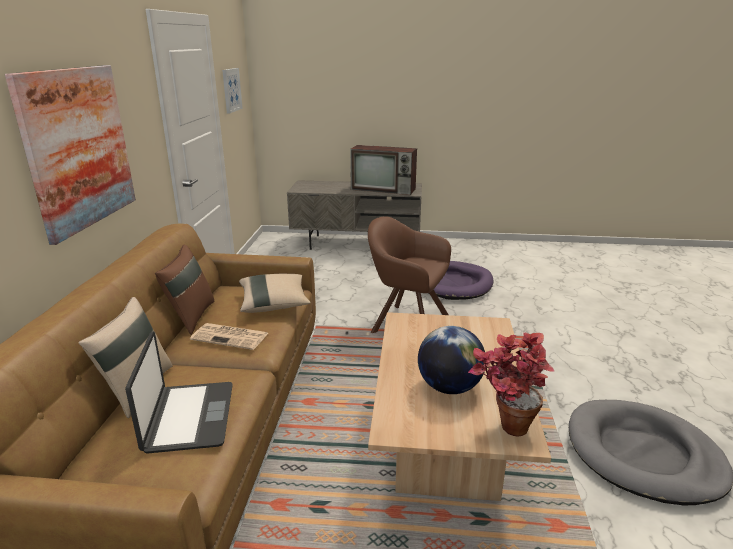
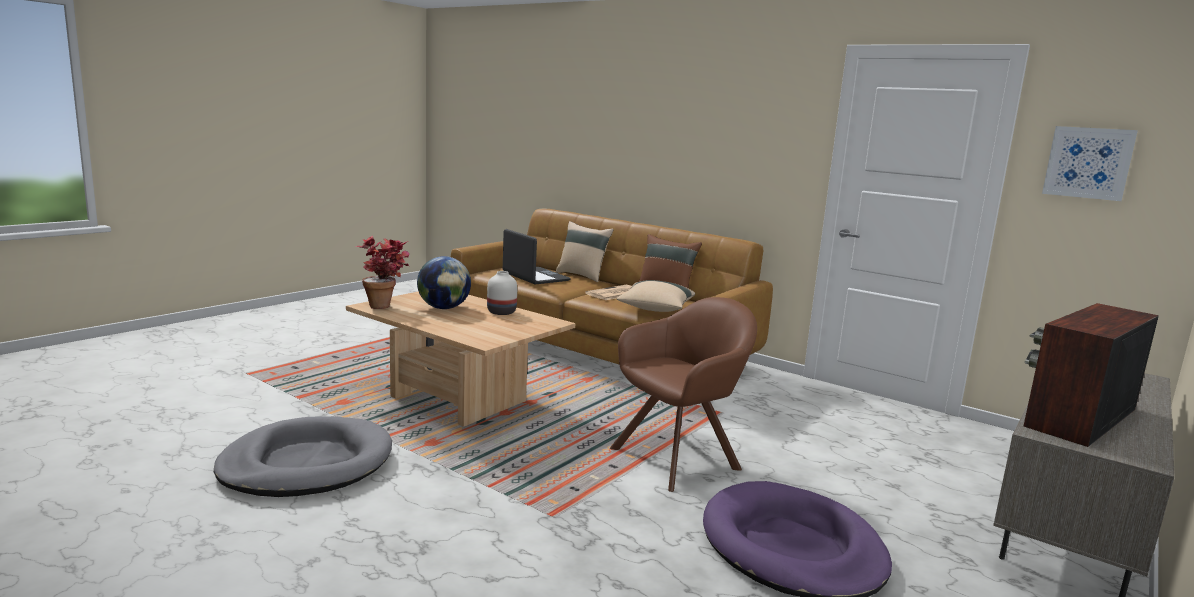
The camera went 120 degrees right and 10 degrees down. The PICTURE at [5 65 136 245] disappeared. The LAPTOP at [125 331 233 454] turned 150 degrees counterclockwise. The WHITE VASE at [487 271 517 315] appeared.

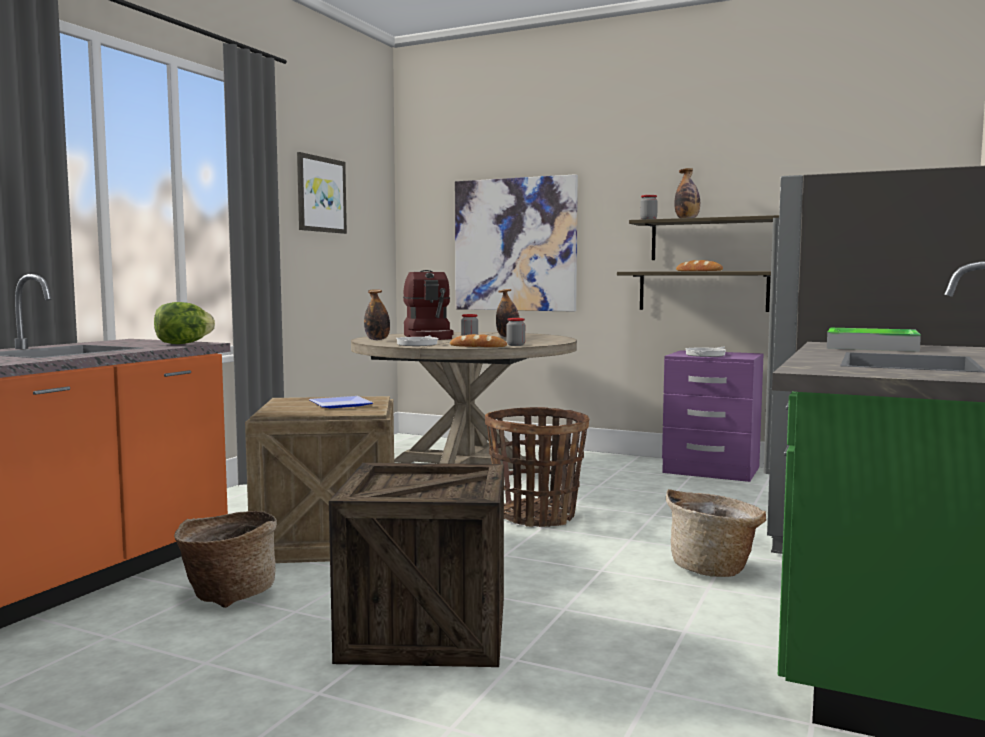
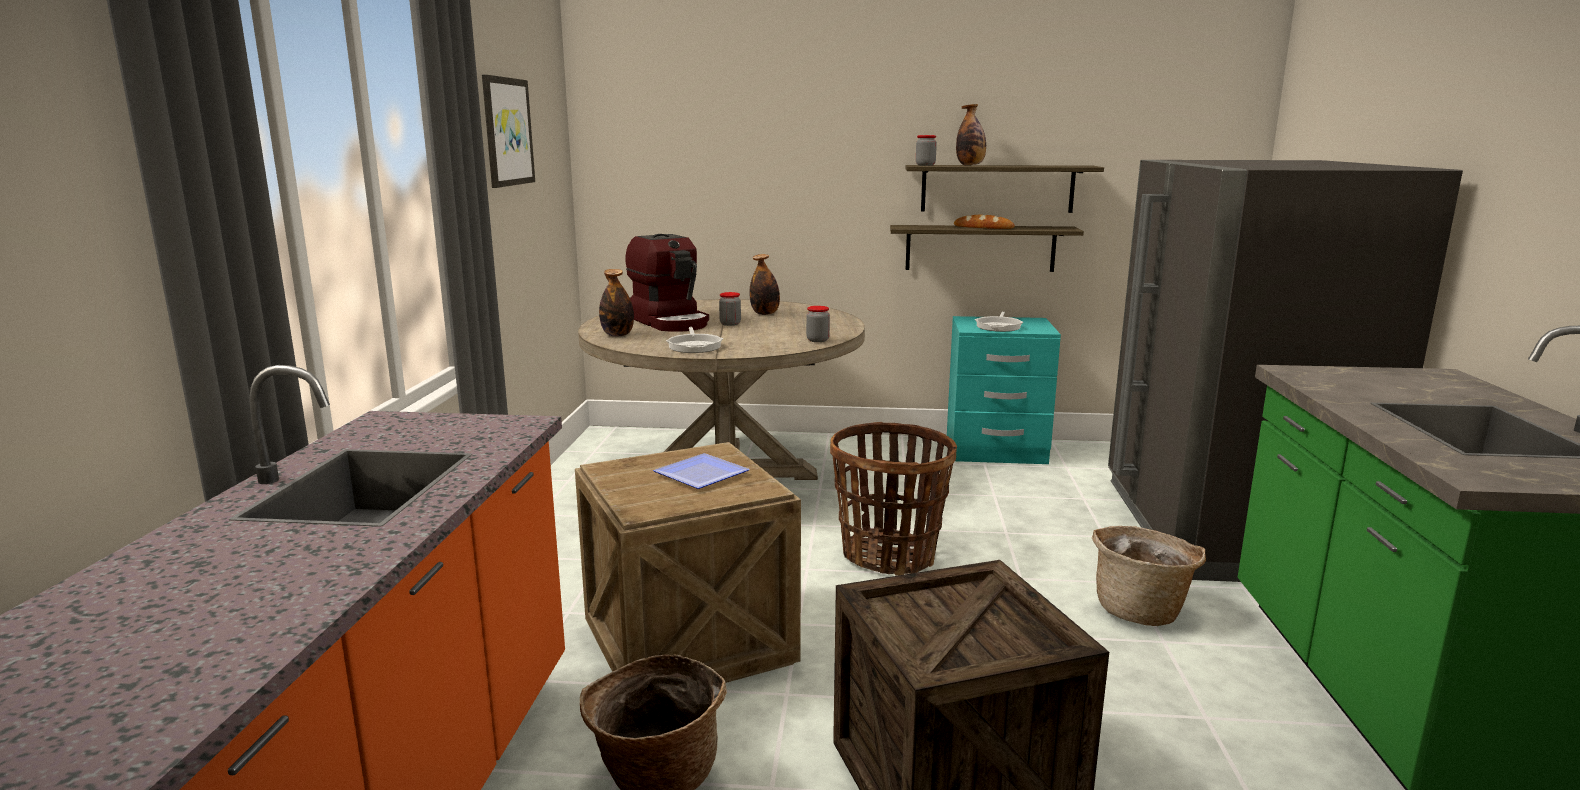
The camera went 20 degrees left and 10 degrees up. The LETTUCE at [154 302 215 344] disappeared. The BREAD at [450 334 507 347] disappeared. The PICTURE at [455 174 578 312] disappeared. The PURPLE NIGHTSTAND at [662 350 764 482] became the TURQUOISE NIGHTSTAND at [947 316 1061 464]. The TRAY at [827 328 921 352] disappeared.

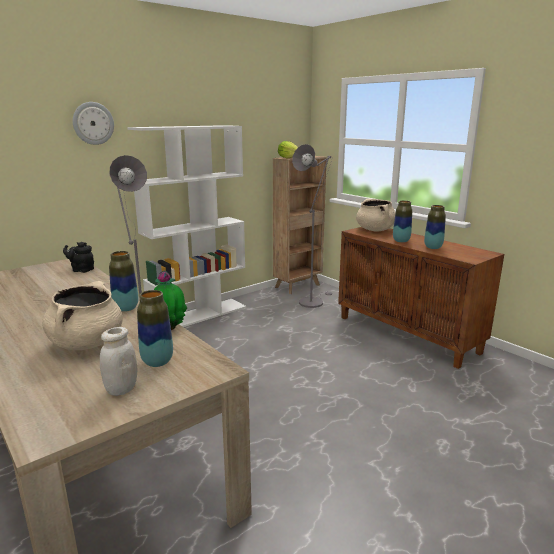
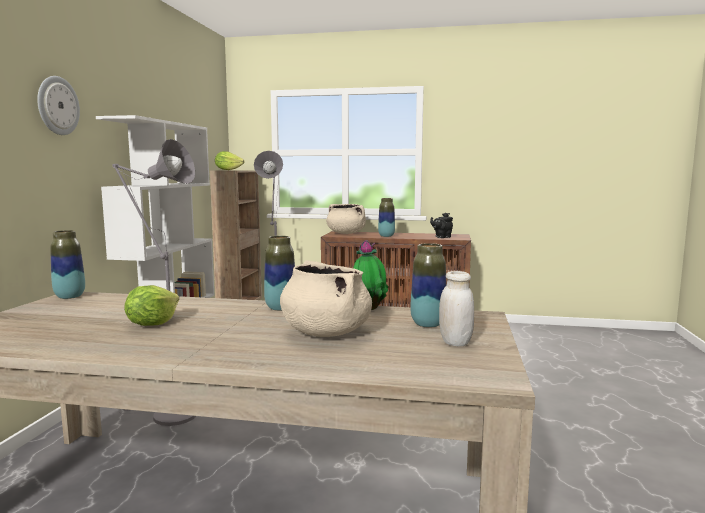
The camera went 40 degrees left and 10 degrees down. The BLACK TEAPOT moved from [63 242 94 273] to [430 213 453 238]. The VASE moved from [424 205 446 249] to [50 230 85 299]. The LETTUCE at [124 285 179 326] appeared.

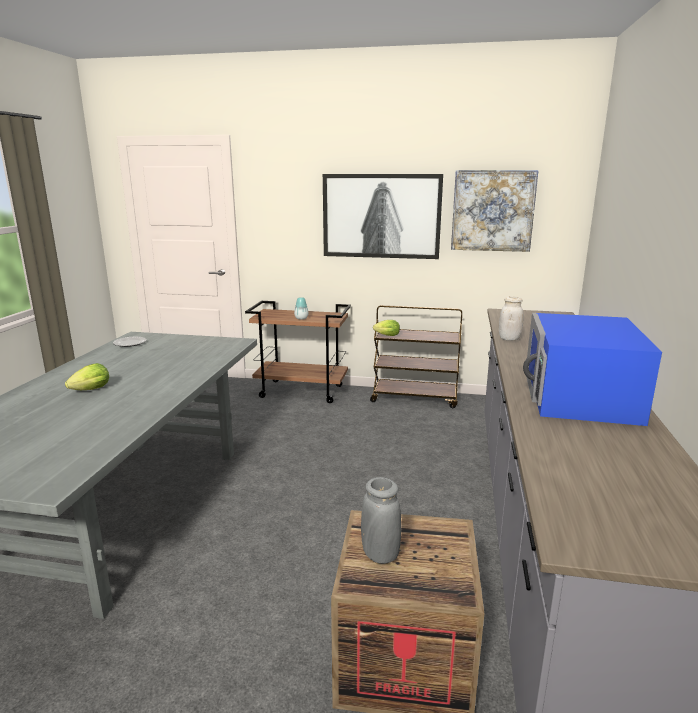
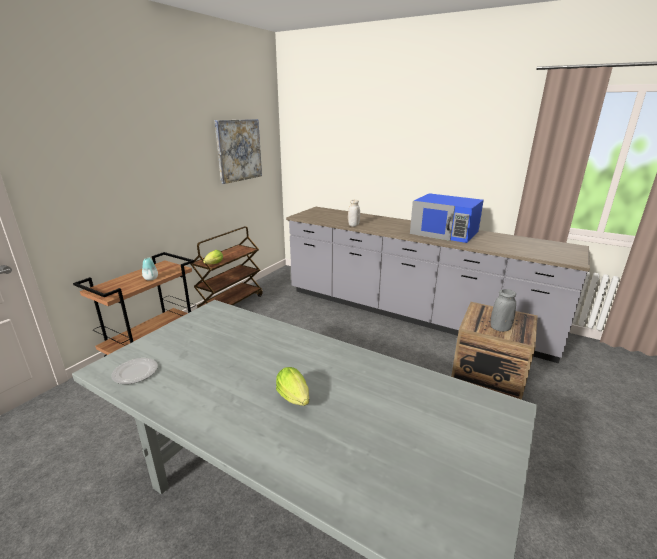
The camera went 70 degrees left and 5 degrees up. The PICTURE at [323 174 443 259] disappeared.

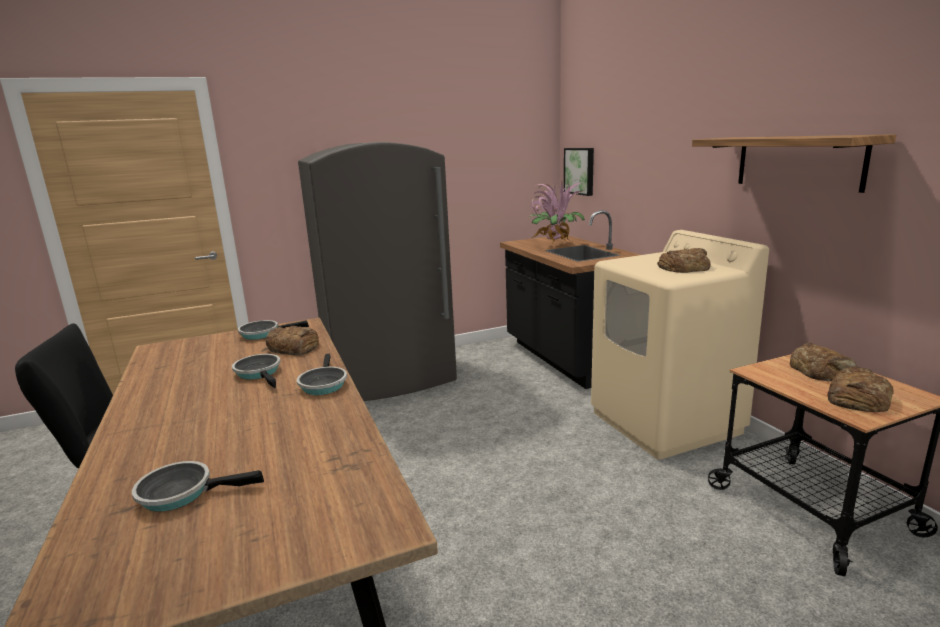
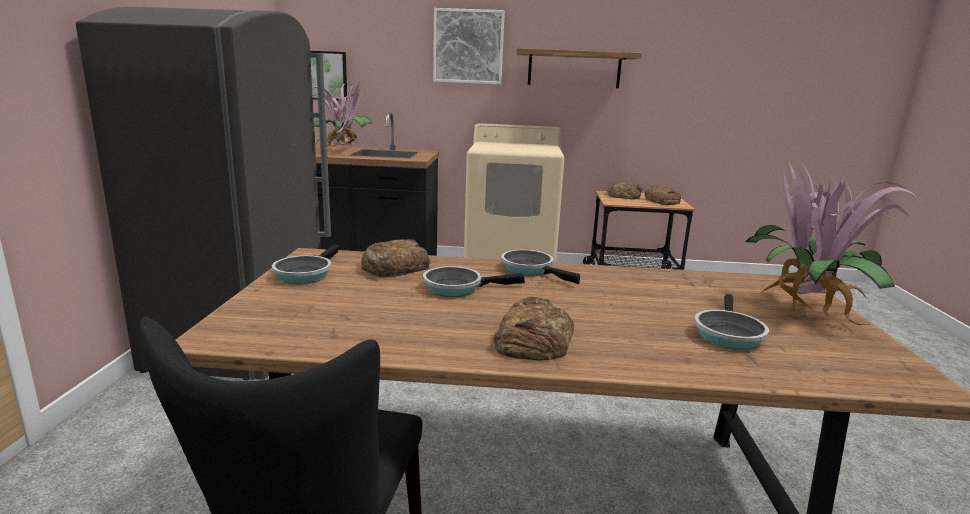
The camera went 65 degrees left and 0 degrees up. The FRYING PAN at [297 354 347 395] turned 150 degrees counterclockwise. The BREAD moved from [657 248 711 273] to [494 297 574 360]. The PICTURE at [433 8 505 84] appeared. The POTTED PLANT at [745 161 919 334] appeared.

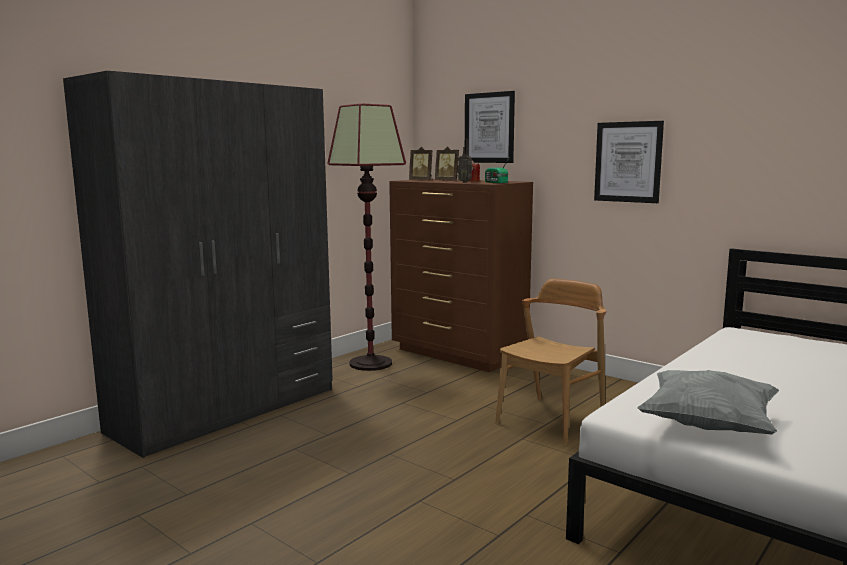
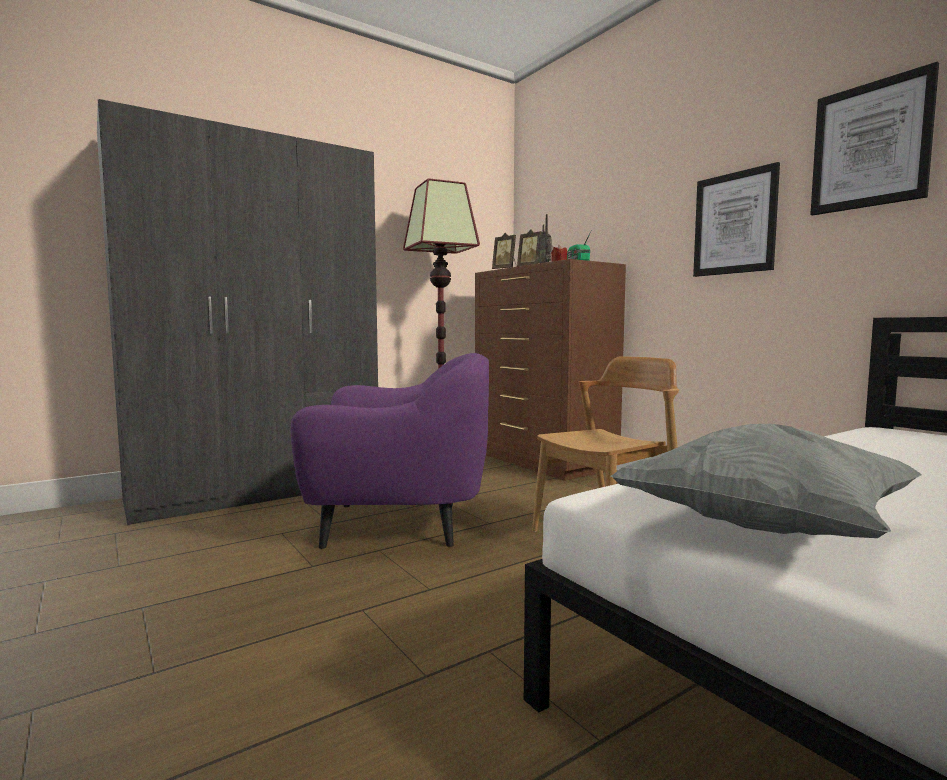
The camera went 15 degrees right and 5 degrees down. The PICTURE moved from [465 91 515 163] to [810 62 939 216]. The PURPLE ARMCHAIR at [291 353 489 549] appeared.

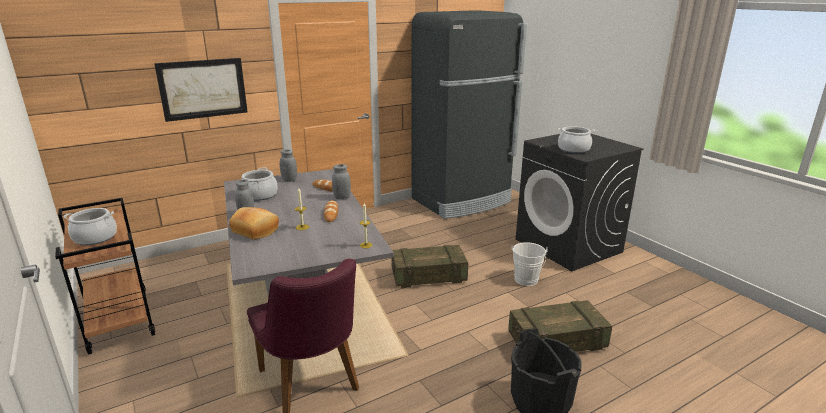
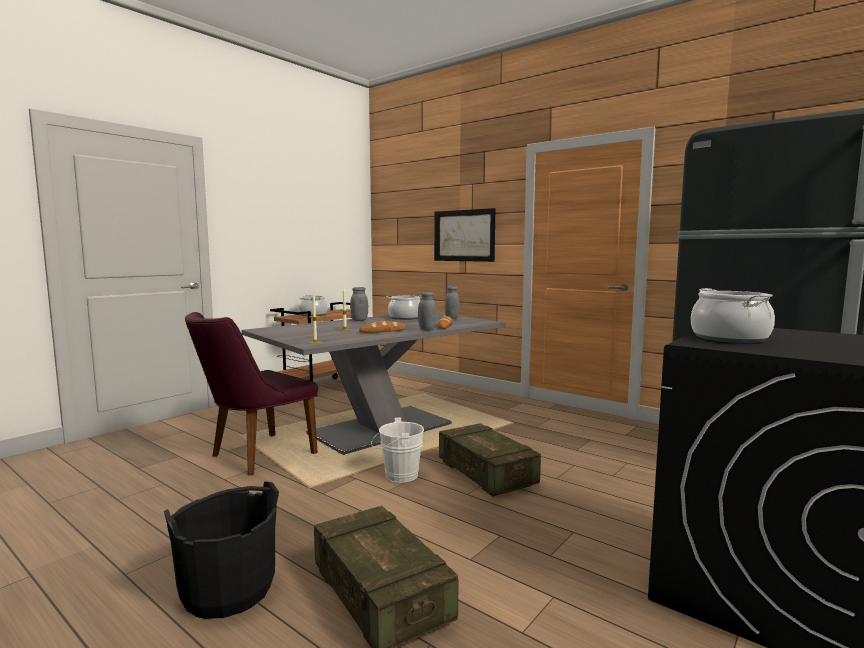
The camera went 70 degrees right and 15 degrees down. The BREAD at [229 207 279 240] disappeared. The WHITE BUCKET moved from [512 242 548 286] to [371 417 424 483].

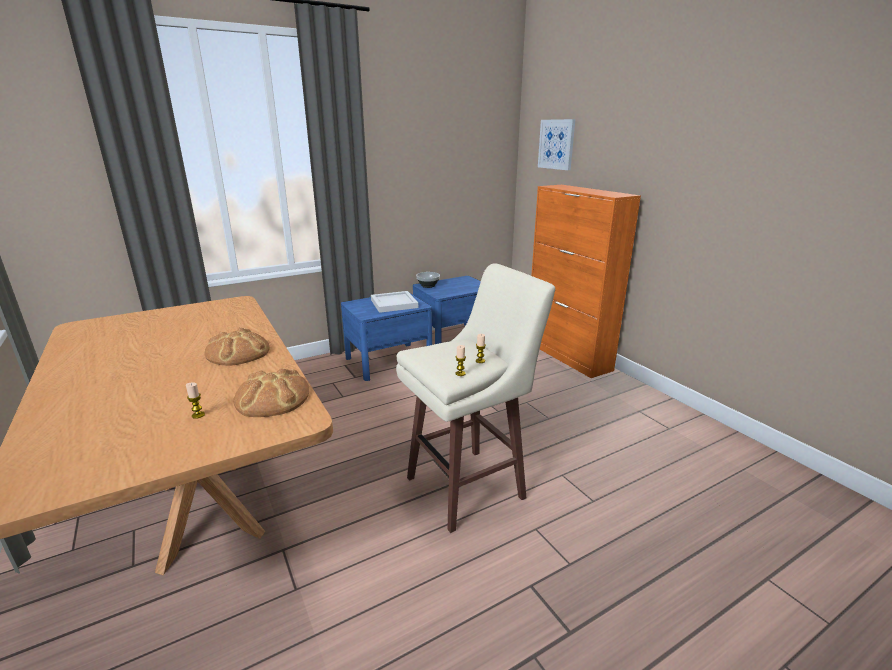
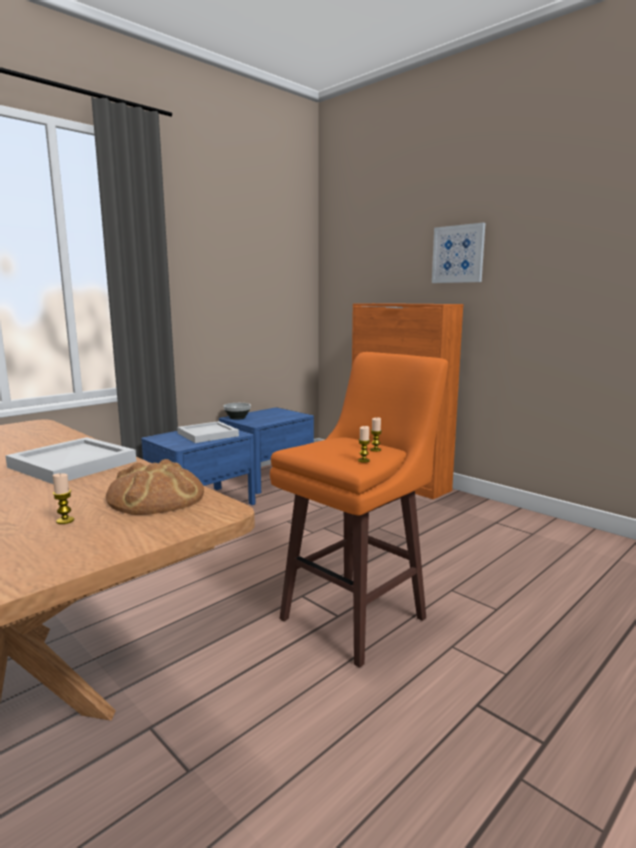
The camera went 15 degrees left and 10 degrees down. The BREAD at [205 328 270 366] was replaced by the WHITE TRAY at [5 437 136 484]. The BEIGE STOOL at [396 263 555 533] became the ORANGE STOOL at [270 352 448 668]. The PICTURE moved from [538 119 575 170] to [432 223 486 283].

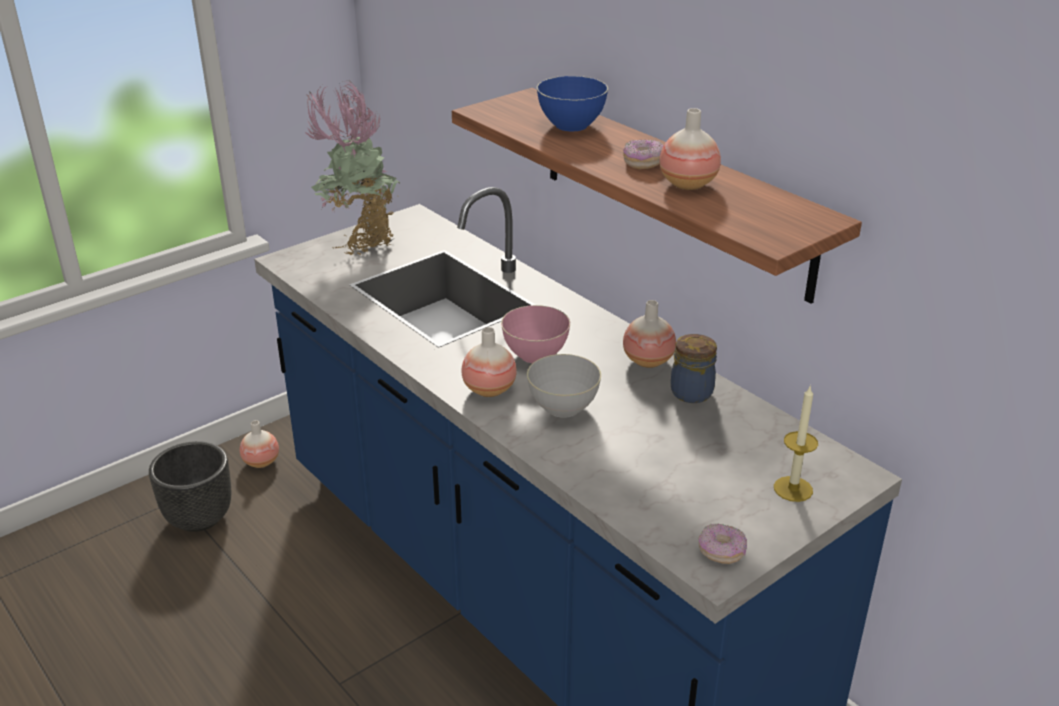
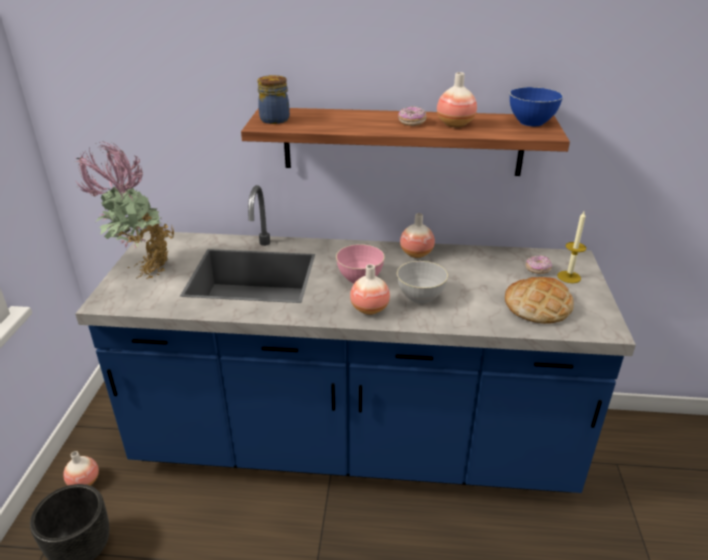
The camera went 45 degrees left and 0 degrees up. The BLUE BOWL moved from [537 76 608 131] to [510 87 563 126]. The JAR moved from [671 334 717 403] to [258 75 290 124]. The DONUT moved from [698 523 747 564] to [525 255 552 274]. The BREAD at [505 277 574 324] appeared.

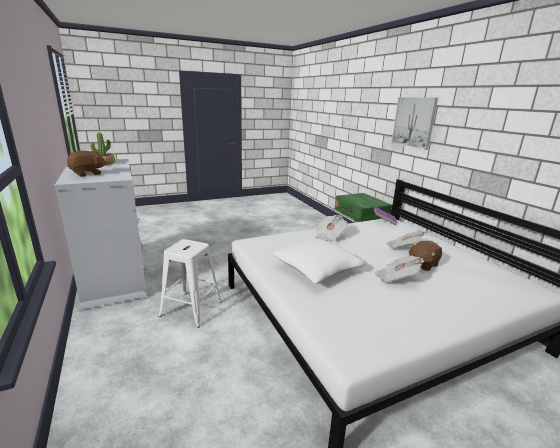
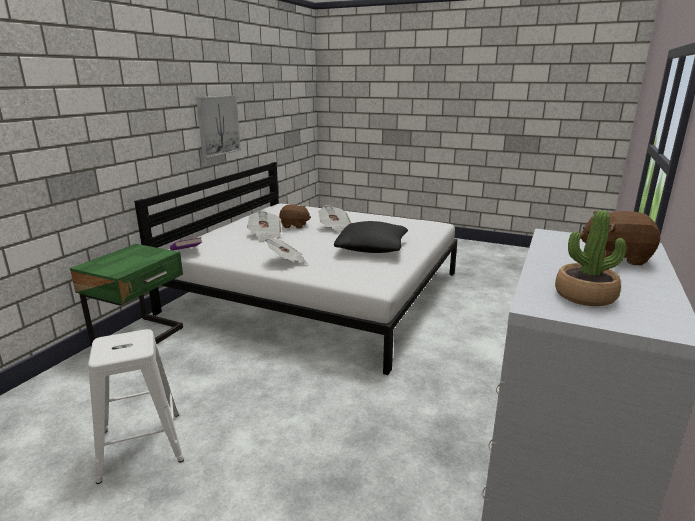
The camera went 130 degrees left and 0 degrees up. The WHITE STOOL moved from [158 239 222 328] to [88 329 184 484]. The WHITE PILLOW at [273 239 365 284] became the BLACK PILLOW at [334 221 408 253]. The PICTURE moved from [391 97 438 150] to [196 95 241 158].

